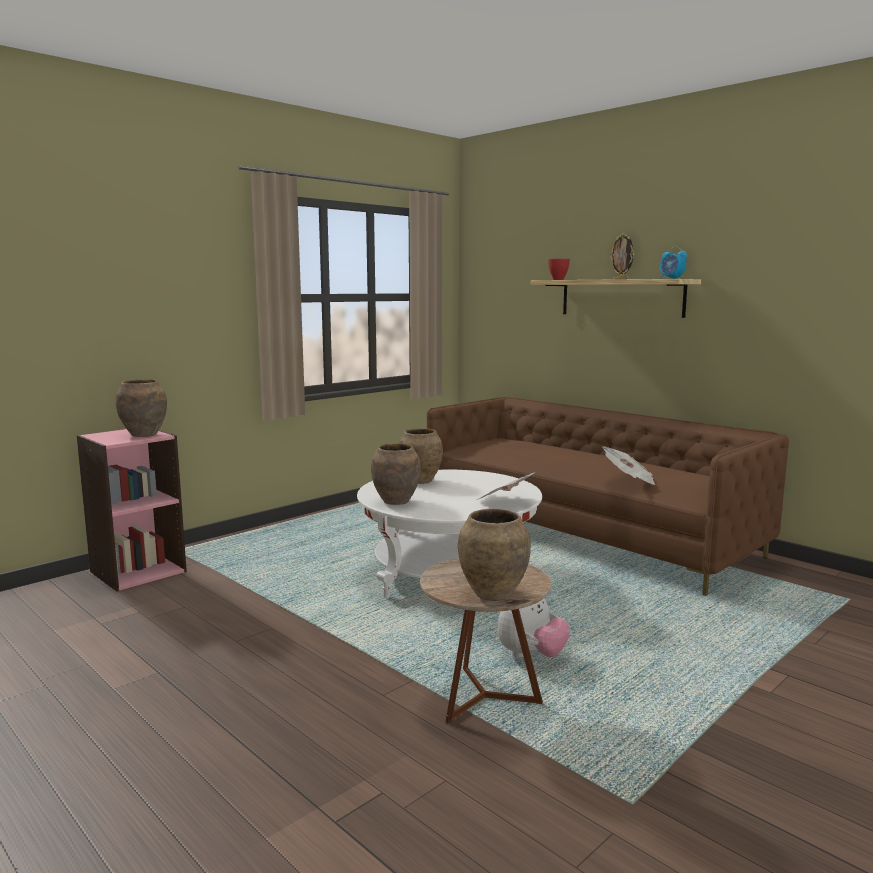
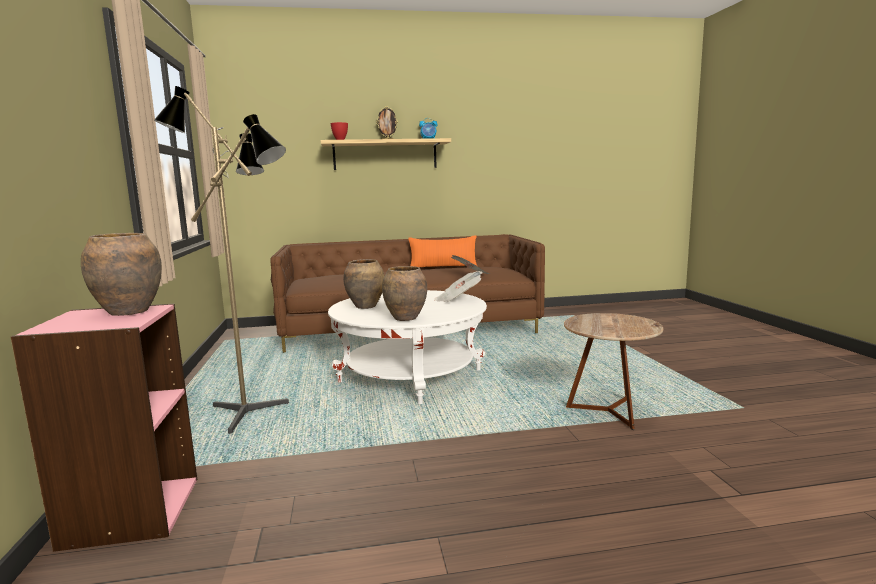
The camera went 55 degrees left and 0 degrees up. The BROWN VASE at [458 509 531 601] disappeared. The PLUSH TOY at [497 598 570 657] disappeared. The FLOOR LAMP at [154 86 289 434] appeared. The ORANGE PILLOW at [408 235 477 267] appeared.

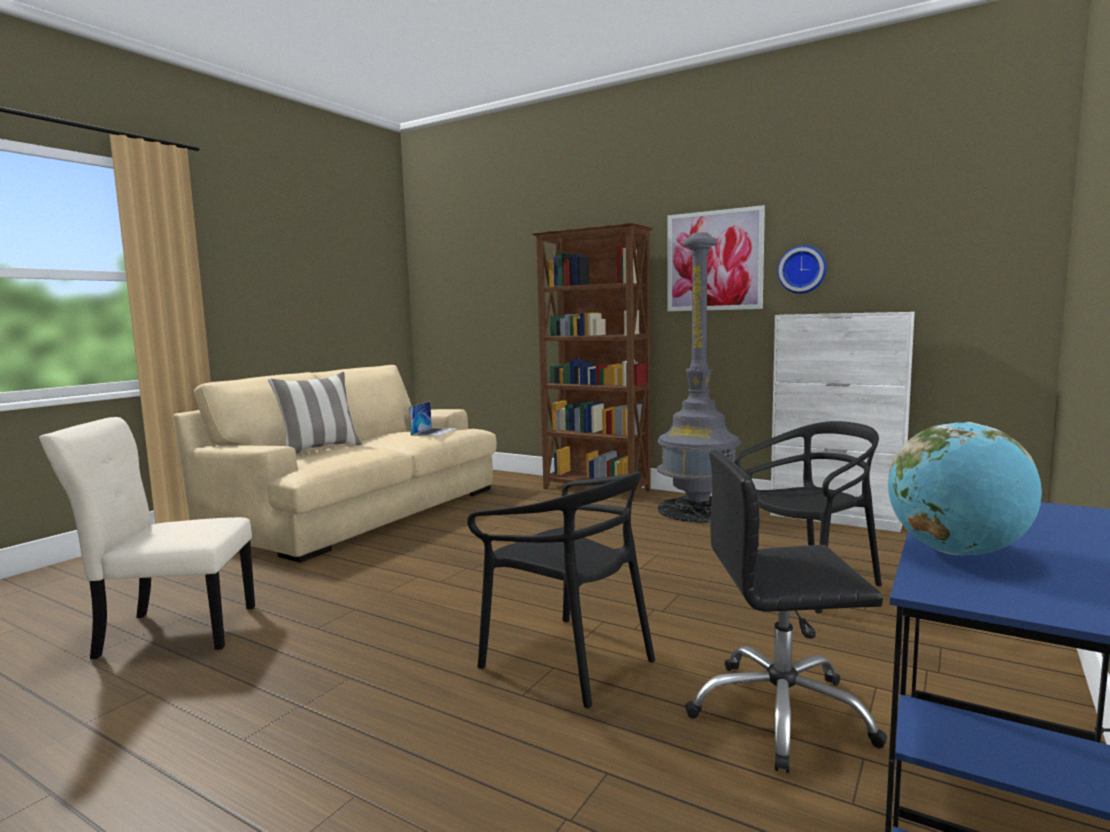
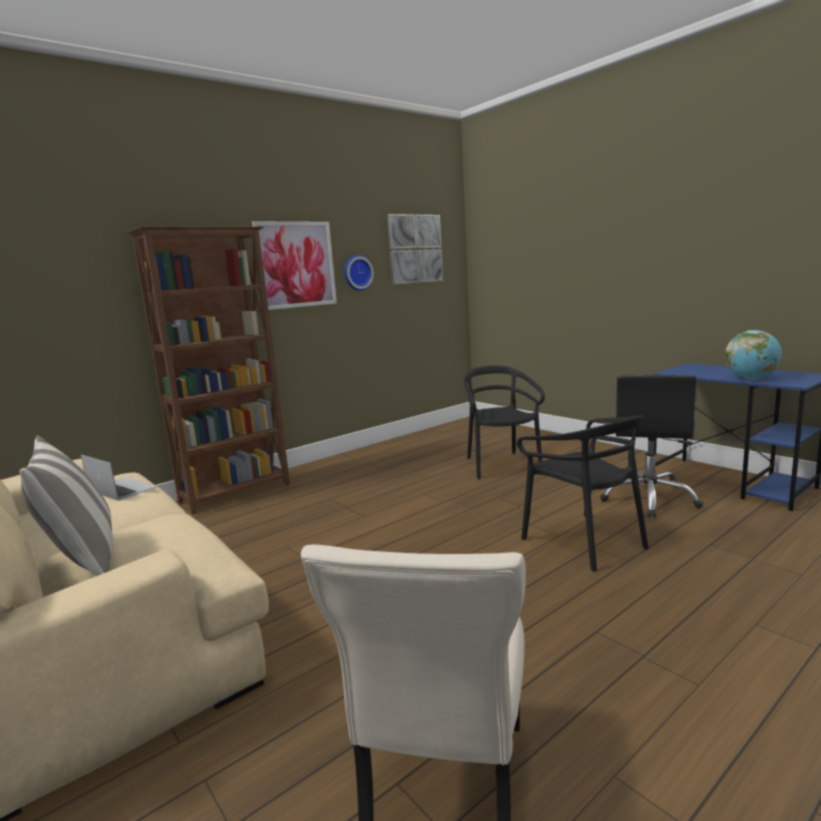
The camera went 70 degrees left and 5 degrees up. The BLACK CHAIR at [467 471 655 708] turned 90 degrees clockwise. The GREY FLOOR LAMP at [657 232 741 523] disappeared. The WHITE CABINET at [770 312 915 532] disappeared. The PICTURE at [387 214 443 285] appeared.

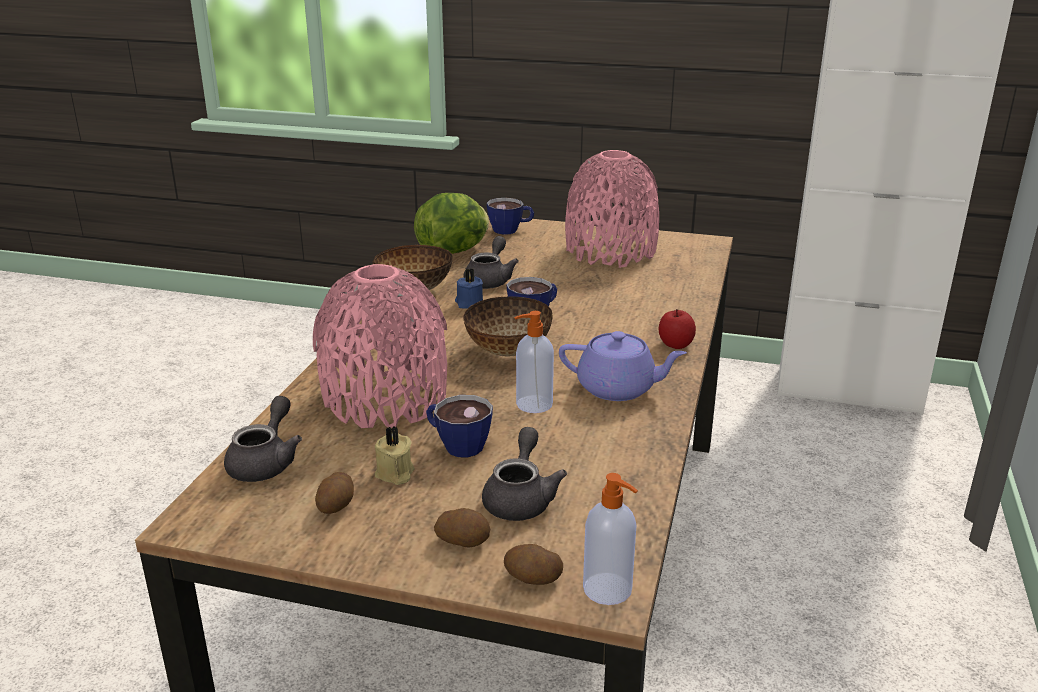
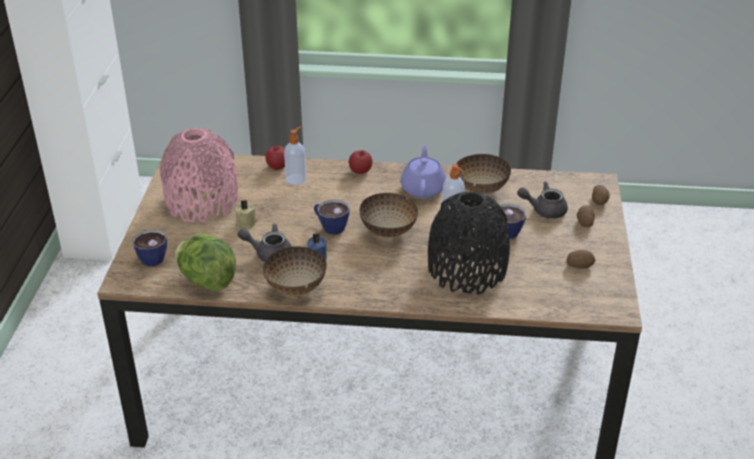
The camera went 100 degrees left and 10 degrees up. The GREY TEAPOT at [224 396 302 482] disappeared. The PINK VASE at [313 264 447 428] became the BLACK VASE at [428 191 510 295]. The BEIGE CANDLE moved from [375 426 415 485] to [235 200 257 229]. The SOAP DISPENSER moved from [583 473 638 605] to [284 126 306 185]. The APPLE at [265 146 285 170] appeared. The BOWL at [456 154 511 195] appeared.

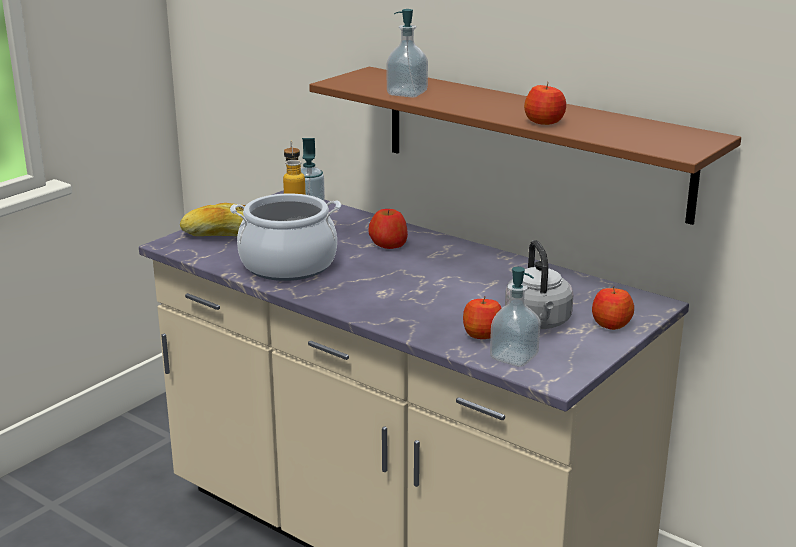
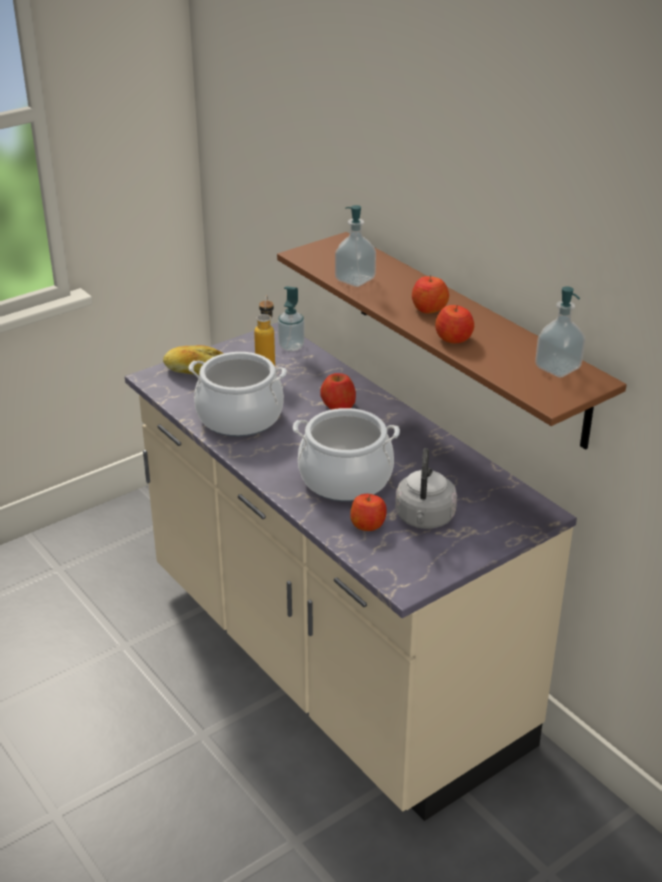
The camera went 15 degrees right and 10 degrees up. The SOAP DISPENSER moved from [490 267 541 367] to [535 286 585 378]. The APPLE moved from [592 286 634 330] to [412 275 449 314]. The COOKING POT at [293 408 400 502] appeared.

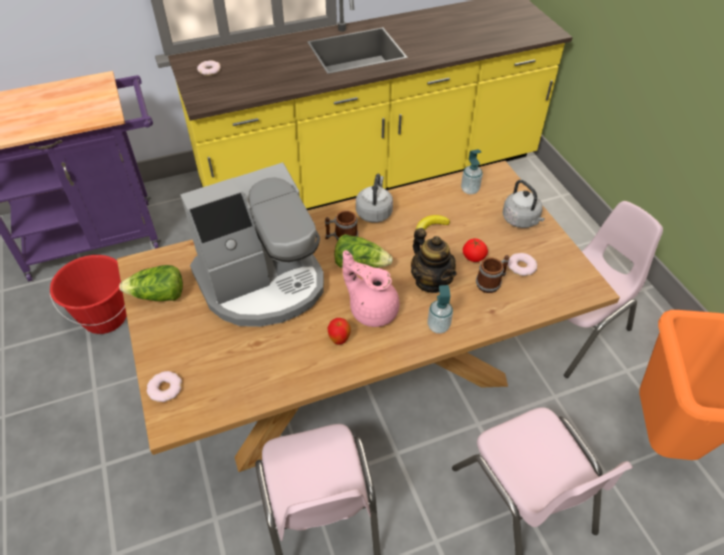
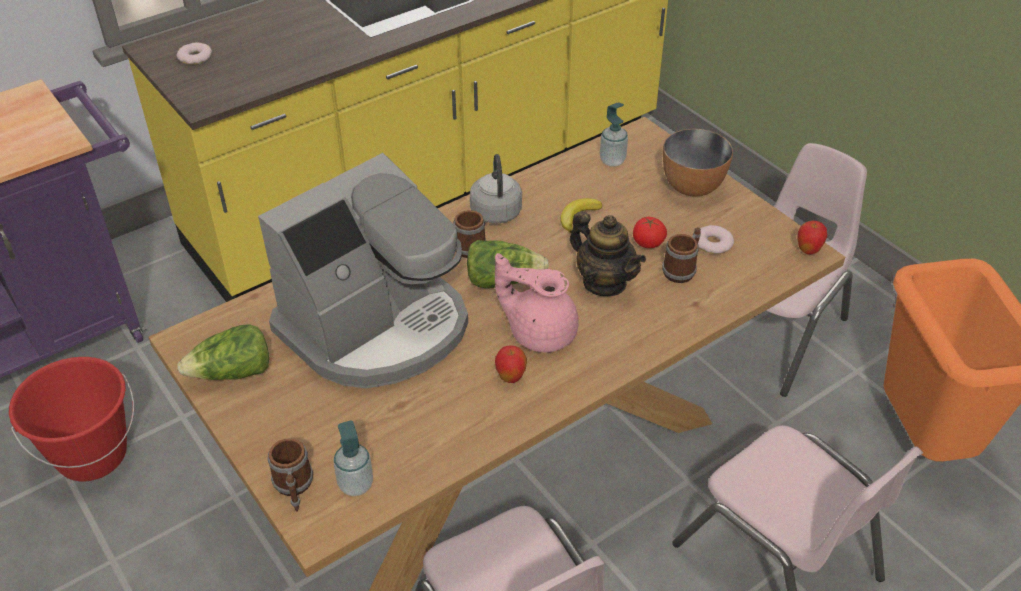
The camera went 15 degrees left and 5 degrees down. The DONUT at [147 371 182 402] was replaced by the MUG at [268 438 313 511]. The SOAP DISPENSER moved from [428 285 453 334] to [333 420 373 496]. The GREY KETTLE at [503 180 545 228] was replaced by the BOWL at [663 129 733 197]. The APPLE at [797 221 827 255] appeared.

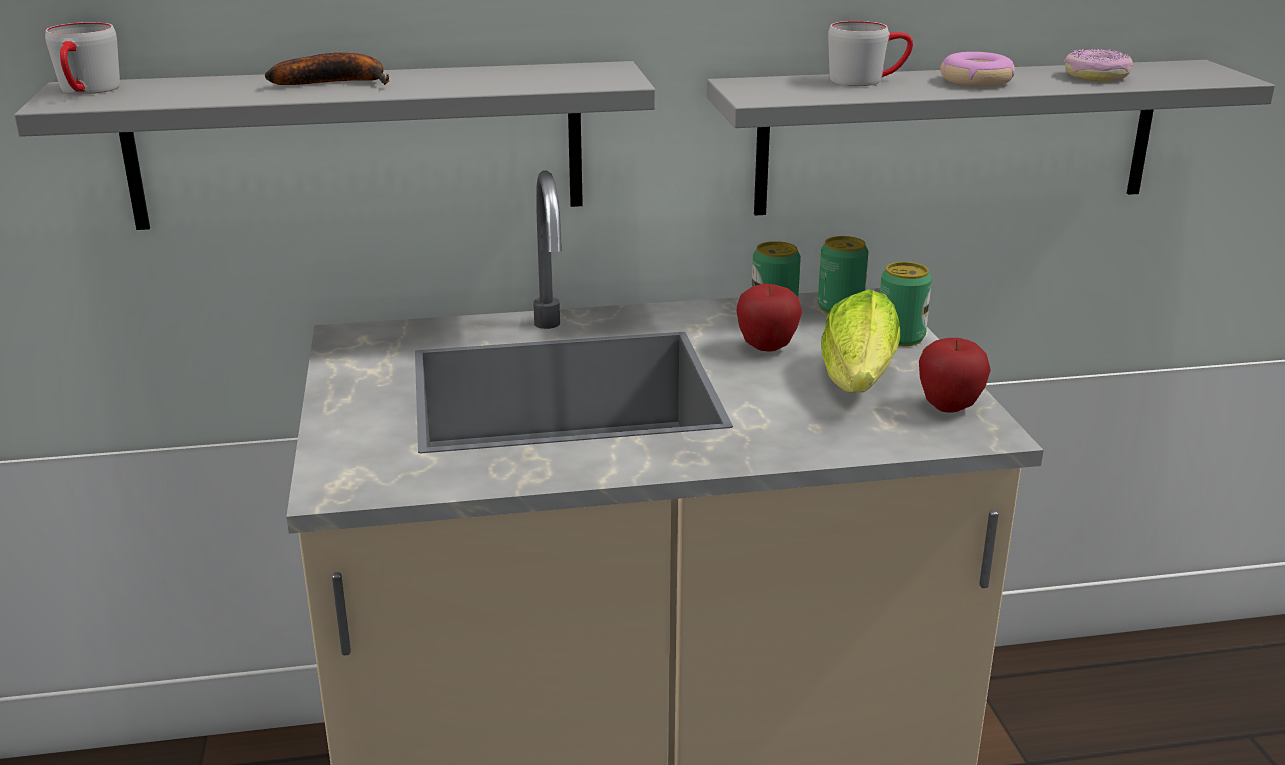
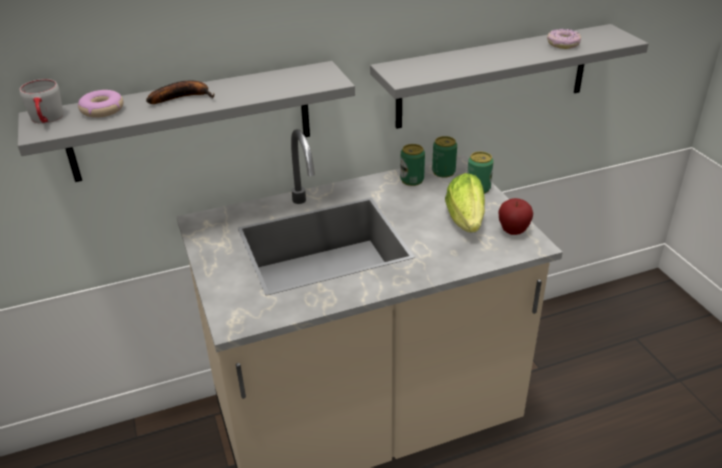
The camera went 10 degrees left and 10 degrees up. The APPLE at [736 283 802 352] disappeared. The GREY MUG at [828 21 913 86] disappeared. The DONUT moved from [940 52 1015 87] to [78 90 124 118].

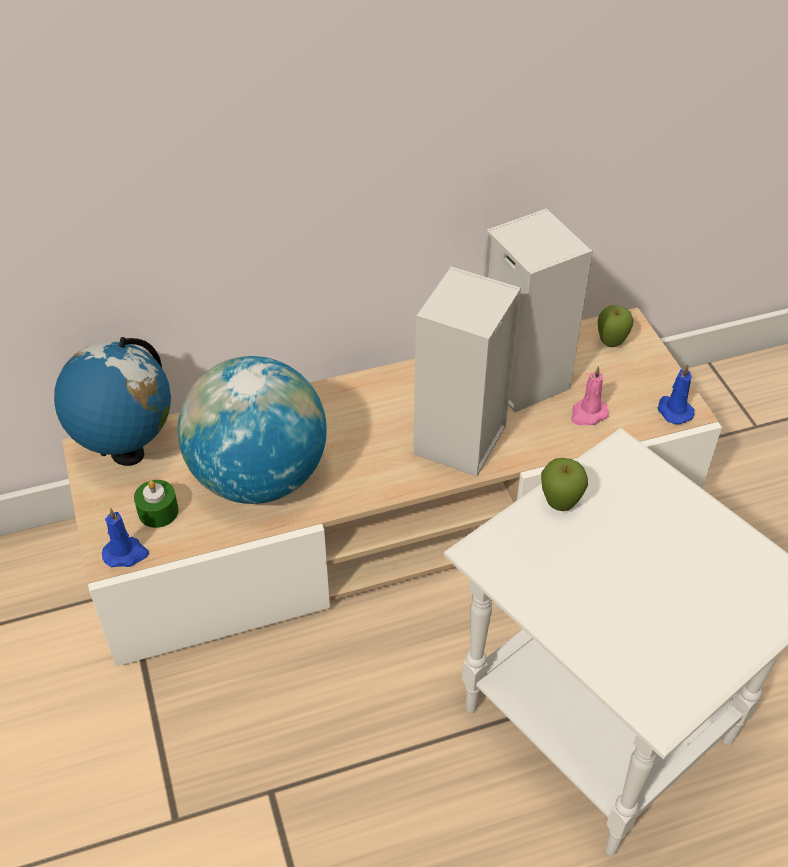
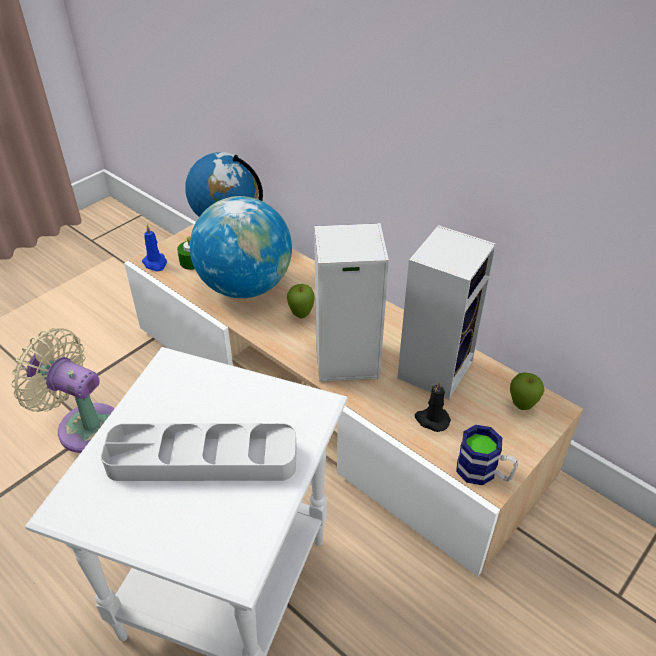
The camera went 60 degrees right and 5 degrees down. The APPLE moved from [541 458 588 511] to [287 284 315 318]. The PINK CANDLE at [571 366 609 426] became the BLACK CANDLE at [415 380 451 432]. The BLUE CANDLE at [658 364 695 424] was replaced by the MUG at [456 425 518 485]. The BEIGE FAN at [11 328 115 453] appeared. The GREY TRAY at [101 423 297 481] appeared.

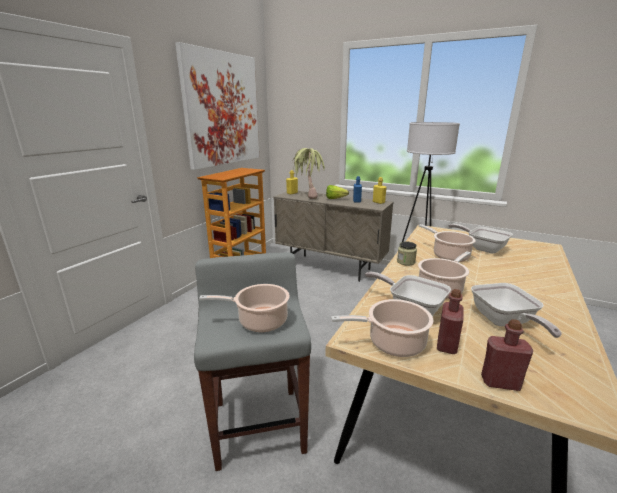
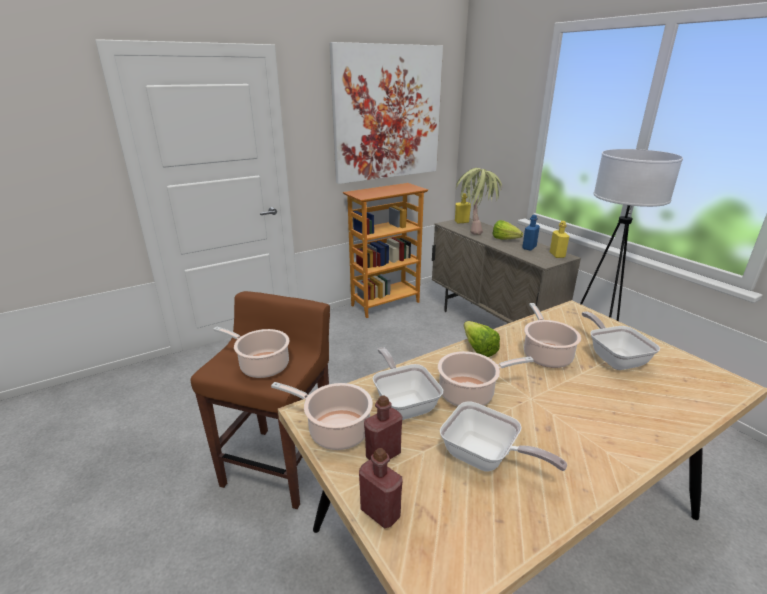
The camera went 30 degrees right and 5 degrees up. The GREY STOOL at [194 252 311 471] became the BROWN STOOL at [191 291 330 509]. The JAR at [397 242 417 266] was replaced by the LETTUCE at [464 321 500 357]. The FRYING PAN at [471 283 562 338] turned 75 degrees counterclockwise.

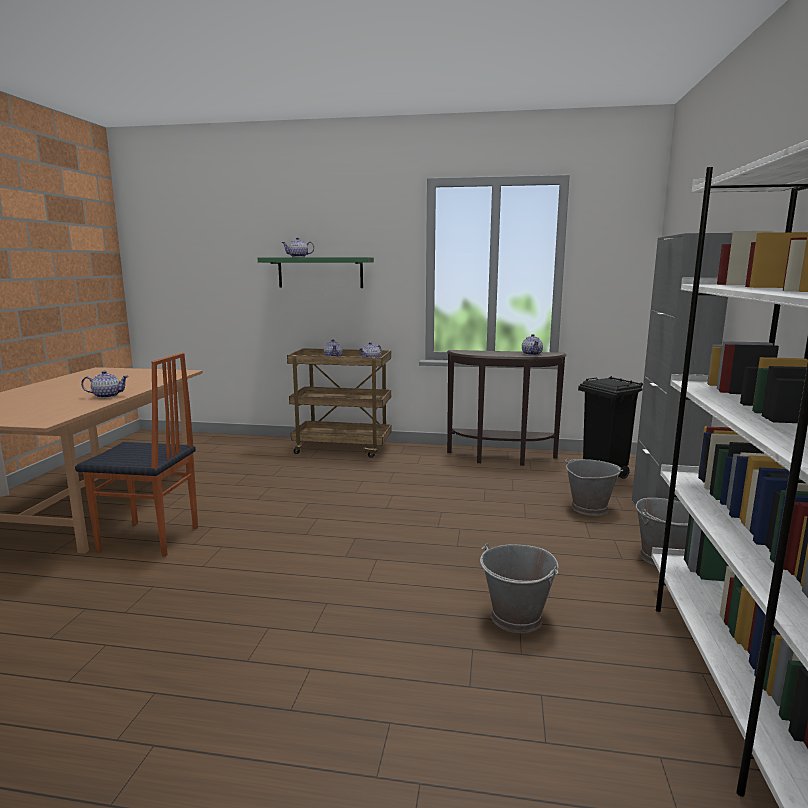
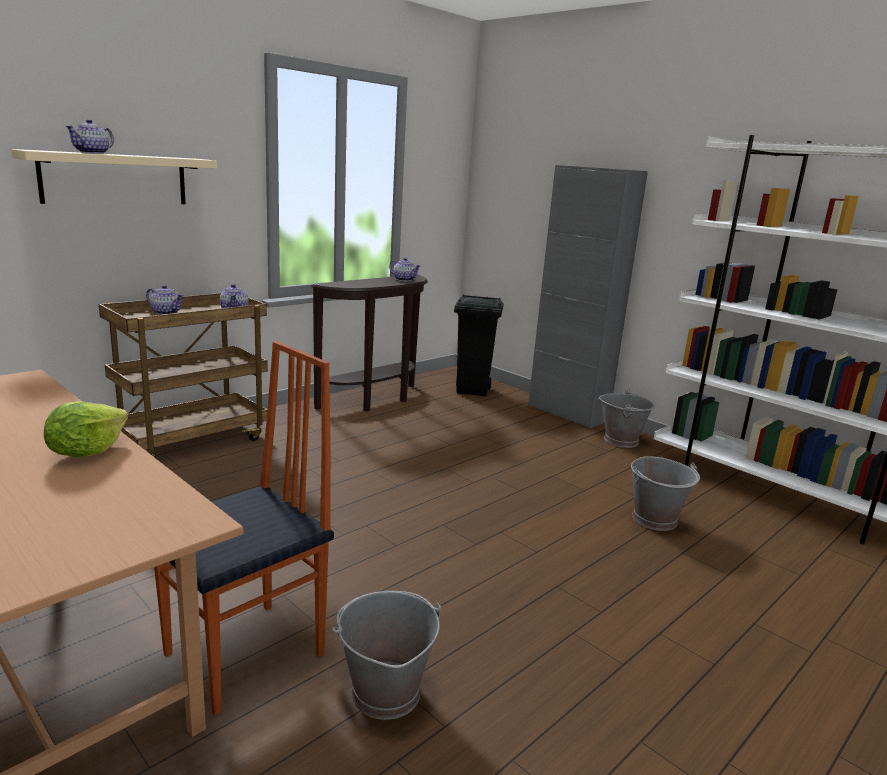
The camera went 55 degrees left and 5 degrees up. The TEAPOT at [81 371 129 398] was replaced by the LETTUCE at [44 402 128 457]. The GREEN SHELF at [258 257 374 288] became the BEIGE SHELF at [12 149 217 204]. The GREY BUCKET moved from [565 458 623 516] to [332 591 441 720].

